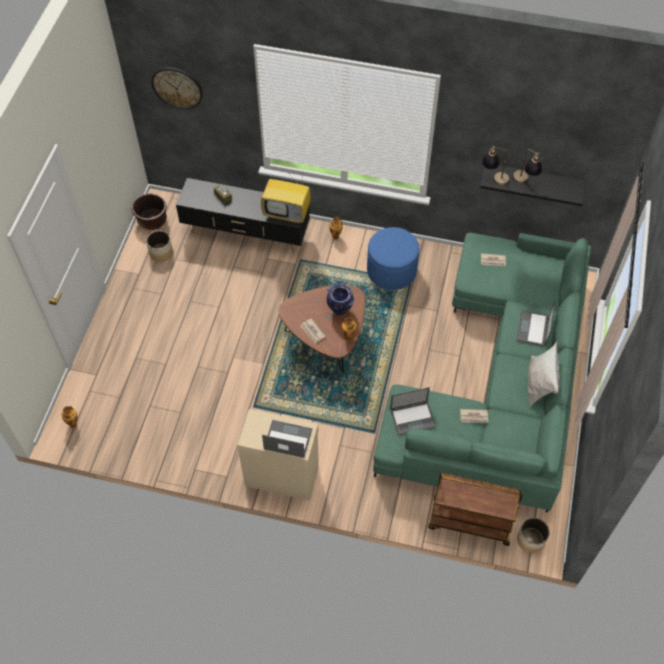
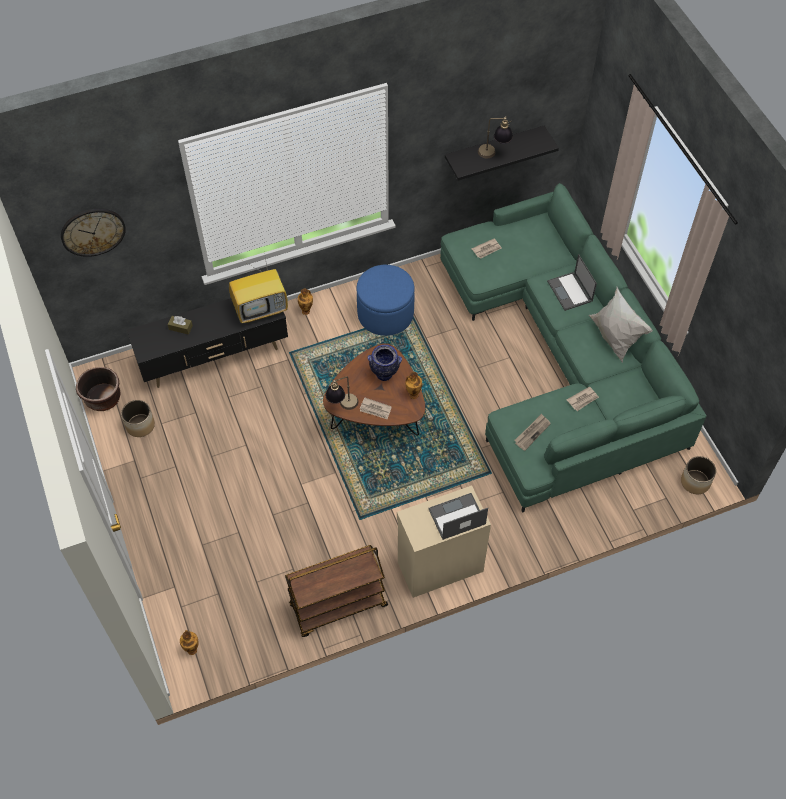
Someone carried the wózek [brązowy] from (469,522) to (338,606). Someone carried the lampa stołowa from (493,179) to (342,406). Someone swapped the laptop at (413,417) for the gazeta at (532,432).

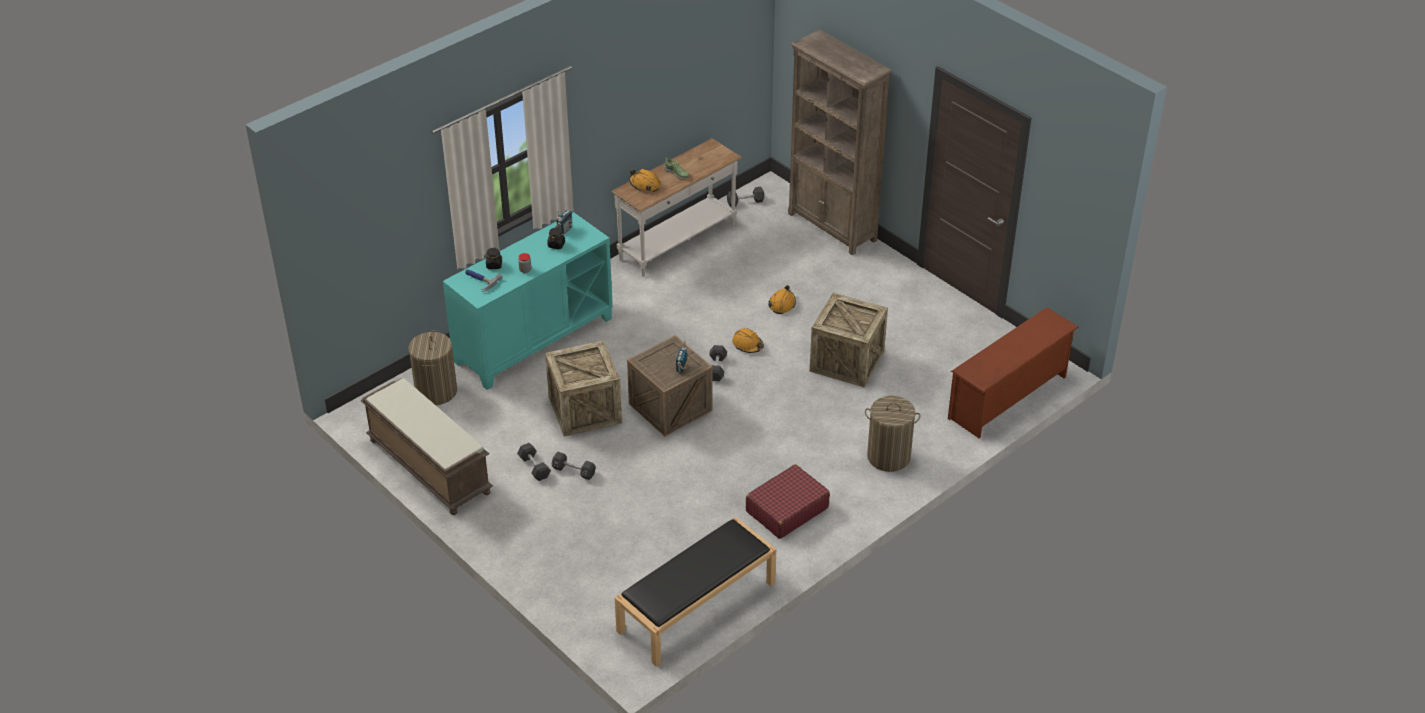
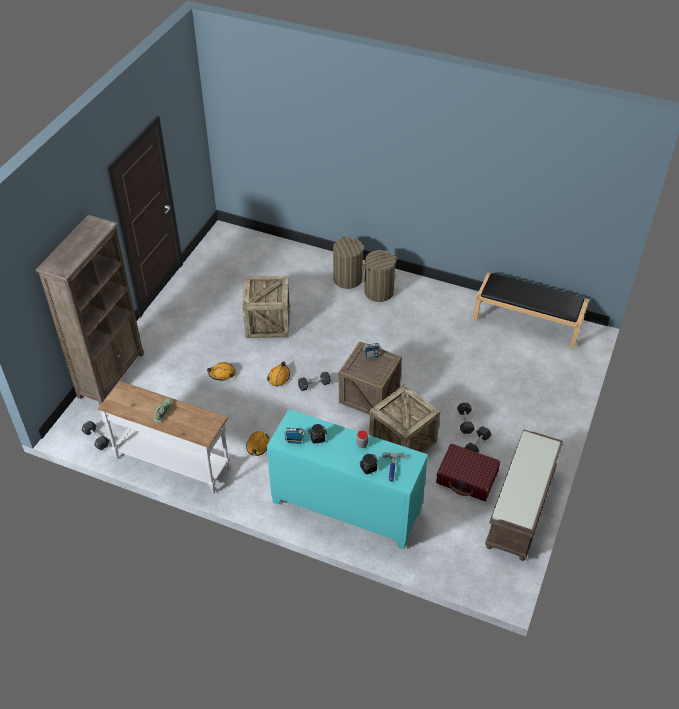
Someone took away the regał na buty [brązowy] at (1008,398). Someone carried the kosz na pranie from (436,391) to (379,292). Someone carried the kask [pomarańczowy] from (645,184) to (257,446). Someone carried the walizka [czerwony] from (786,509) to (467,478).

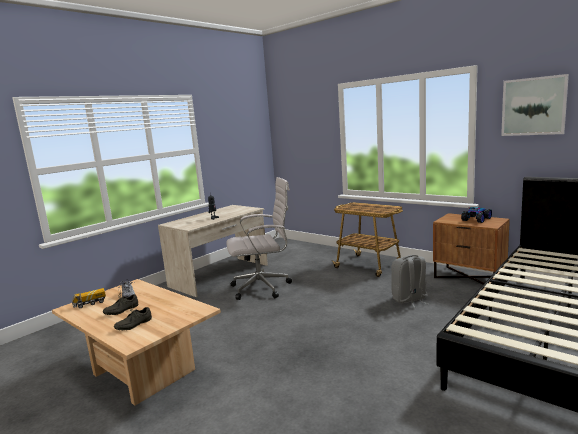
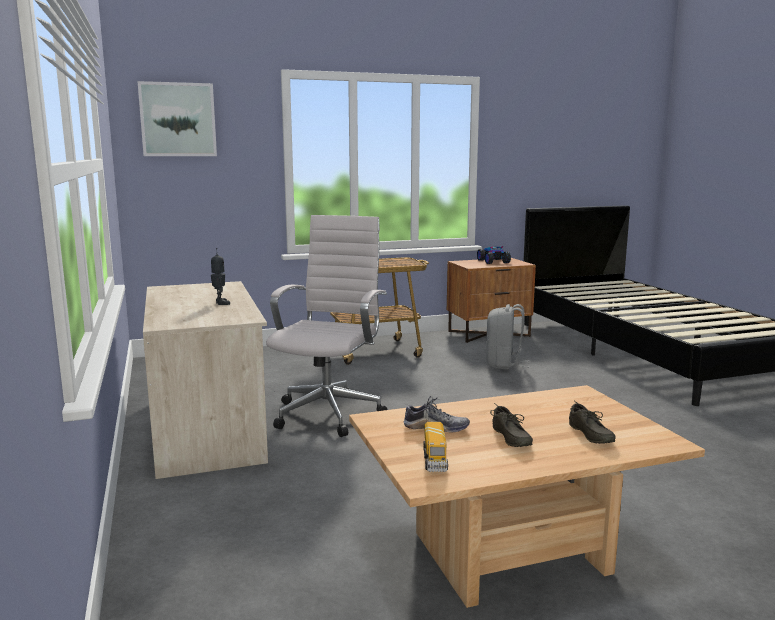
Someone carried the obraz from (533,106) to (178,119).

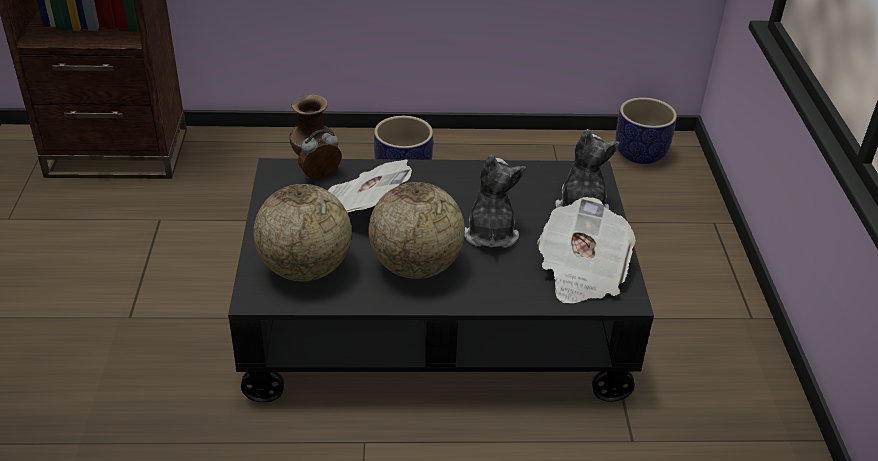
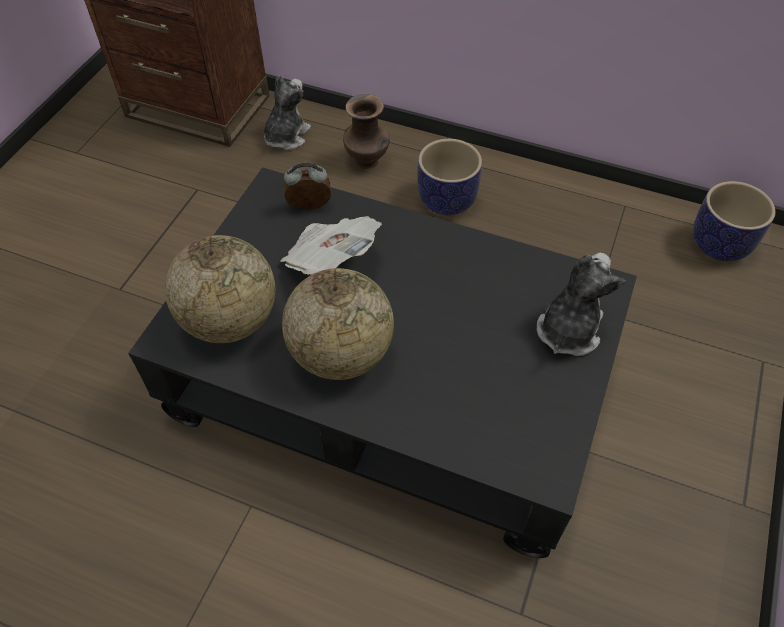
Someone took away the gazeta at (581,272). Someone carried the pluszak from (490,233) to (286,136).

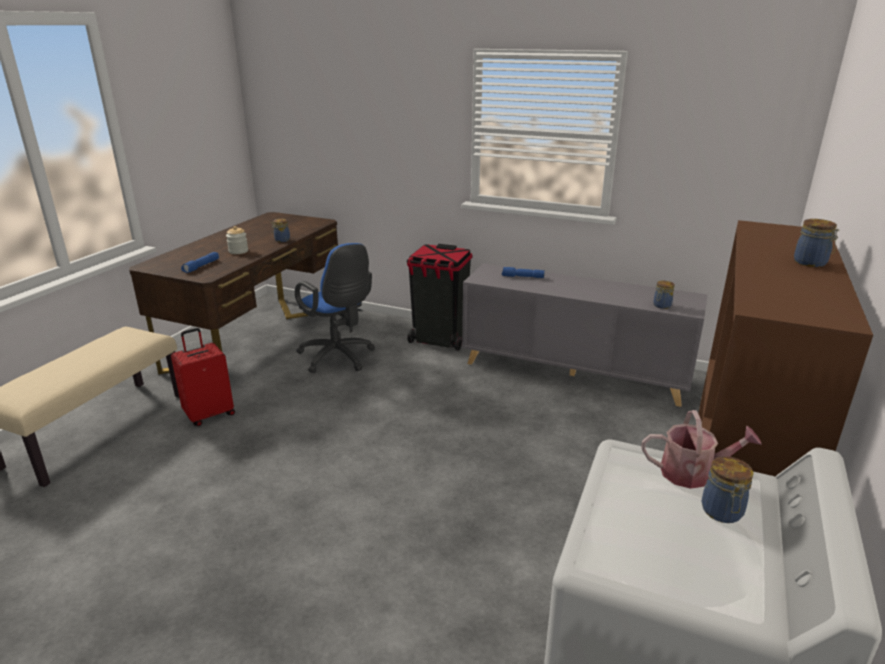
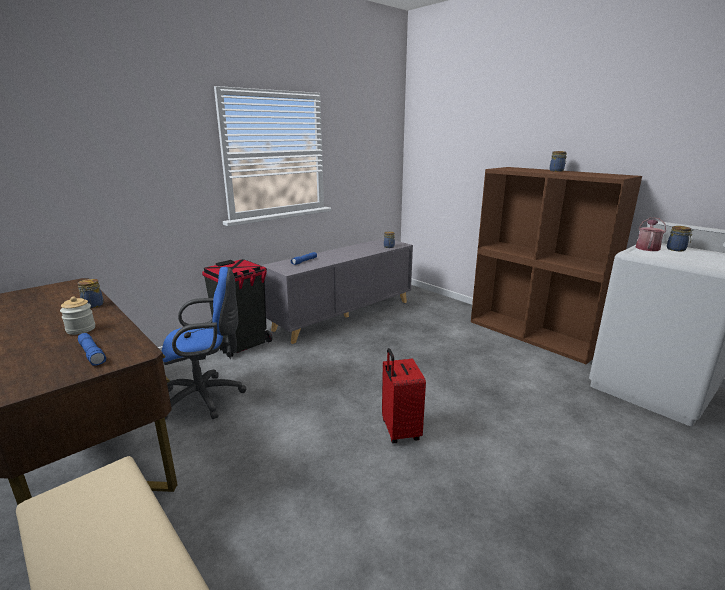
Someone carried the walizka [czerwony] from (209,414) to (399,431).

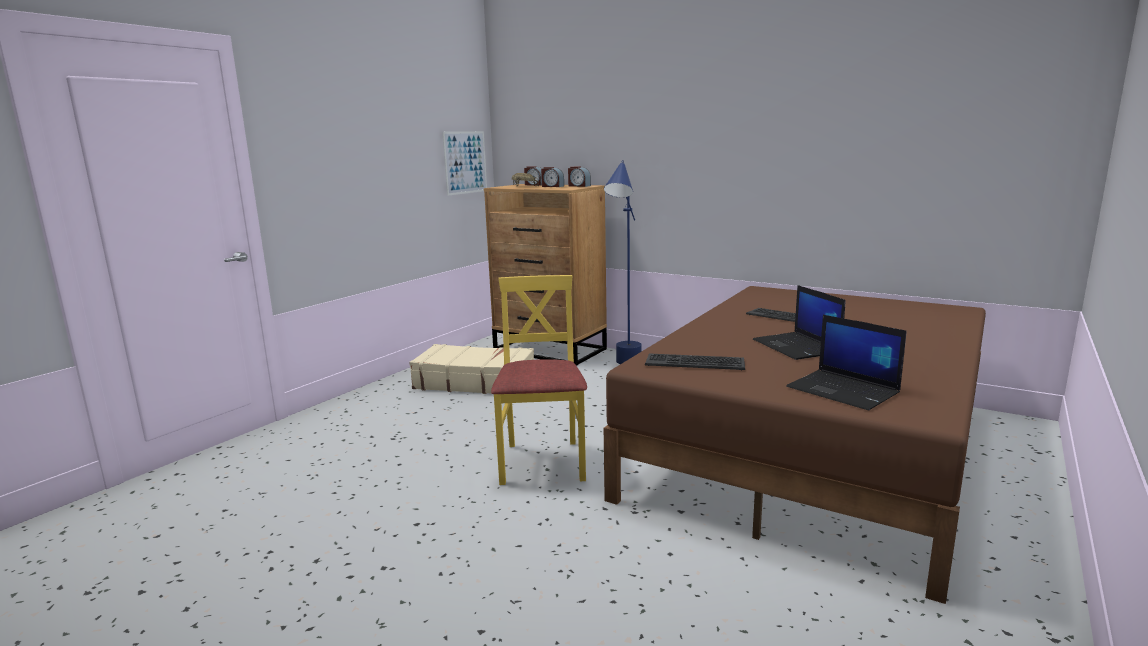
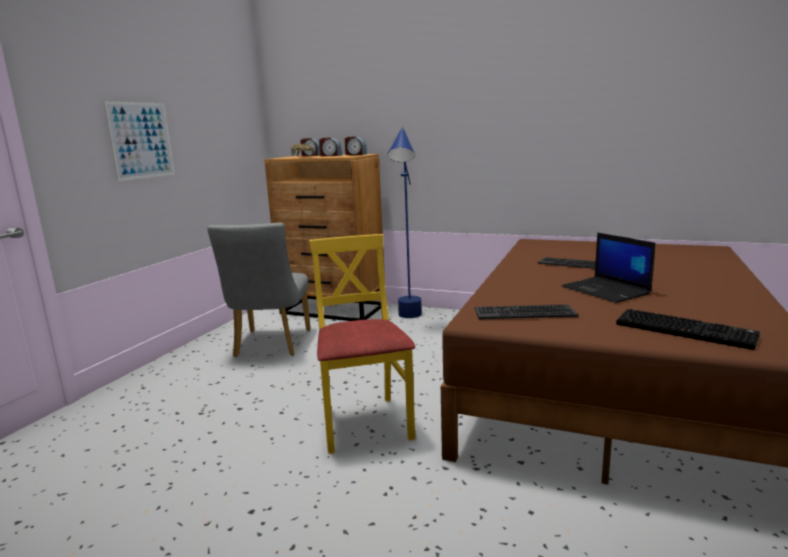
Someone carried the obraz from (465,162) to (141,140). Someone swapped the walizka [beżowy] at (475,382) for the krzesło [szary] at (270,345). Someone swapped the laptop at (844,390) for the klawiatura at (686,330).

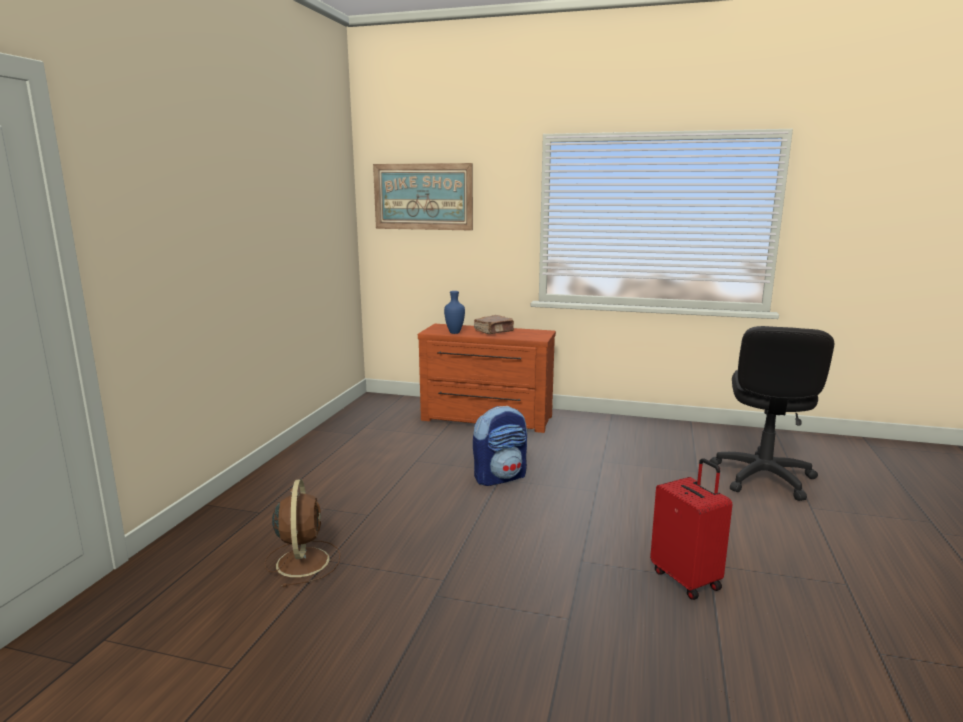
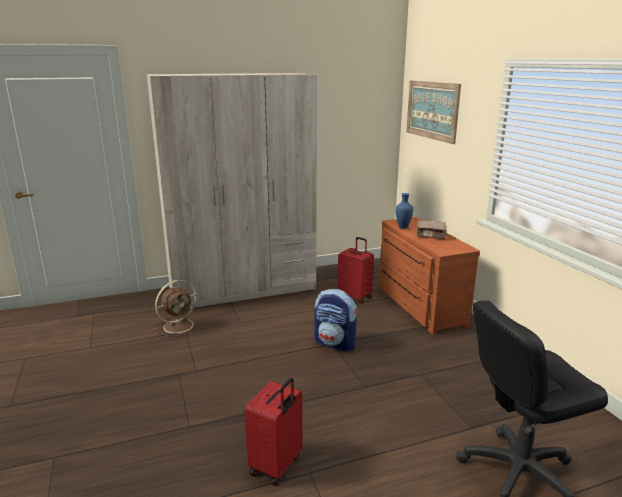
Someone put down the szafa [beżowy] at (243,289). Someone put down the walizka [czerwony] at (355,297).

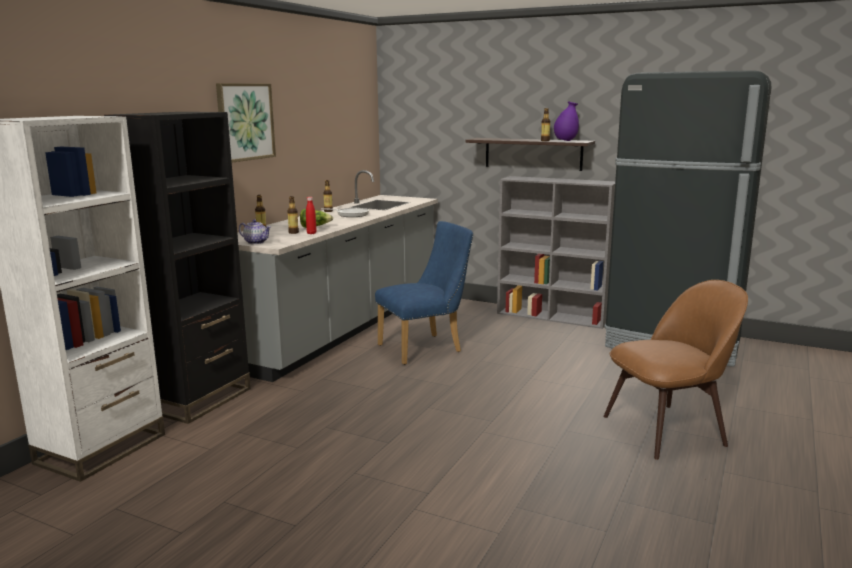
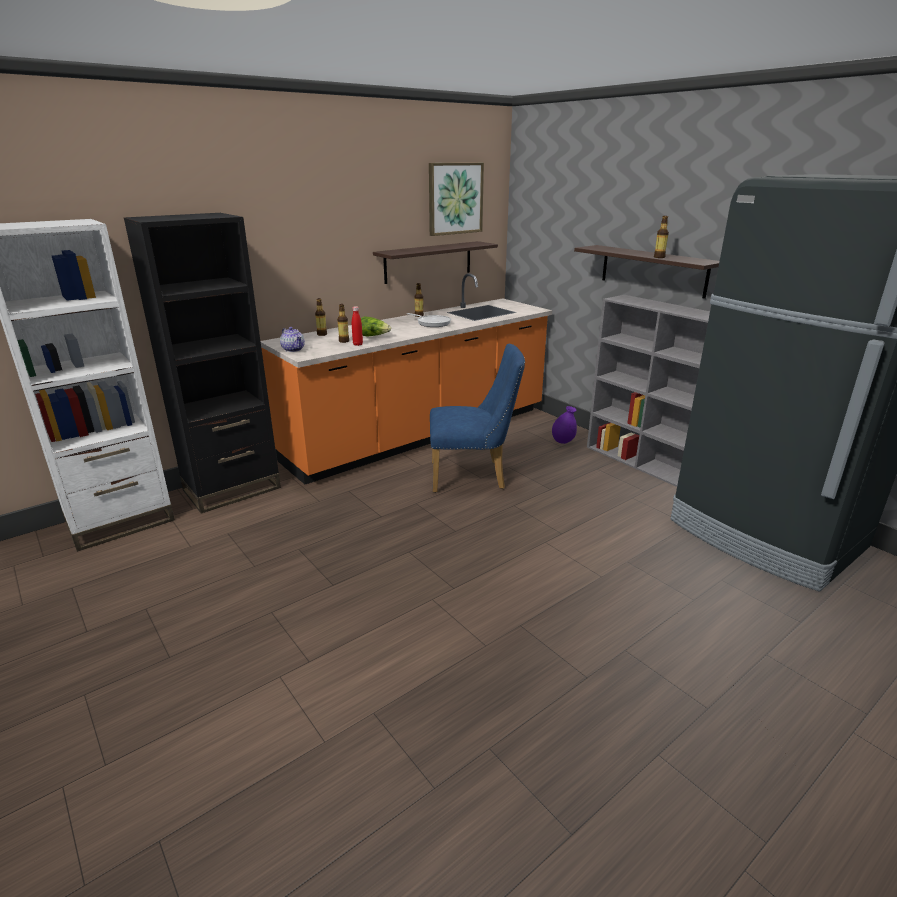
Someone took away the krzesło [brązowy] at (668,429). Someone put up the półka at (428,262). Someone carried the obraz from (245,122) to (455,198). Someone carried the wazon [fioletowy] from (565,140) to (563,441). Someone repainted the zabudowa kuchenna [szary] at (344,328), which became the zabudowa kuchenna [pomarańczowy] at (421,435).

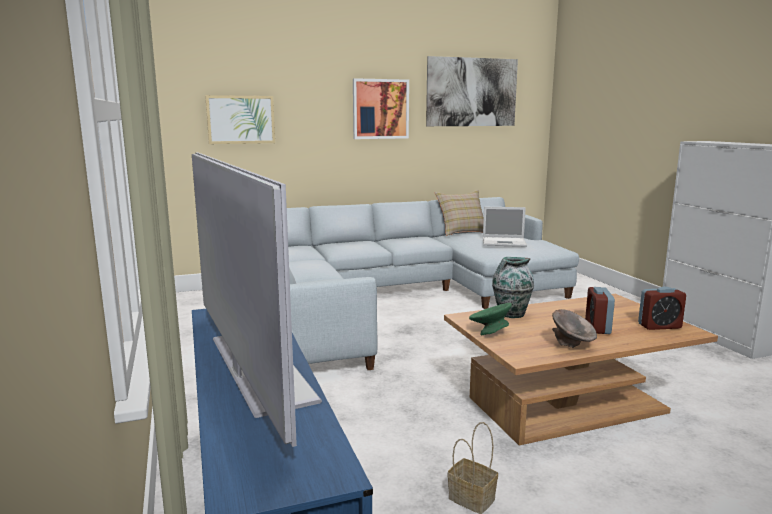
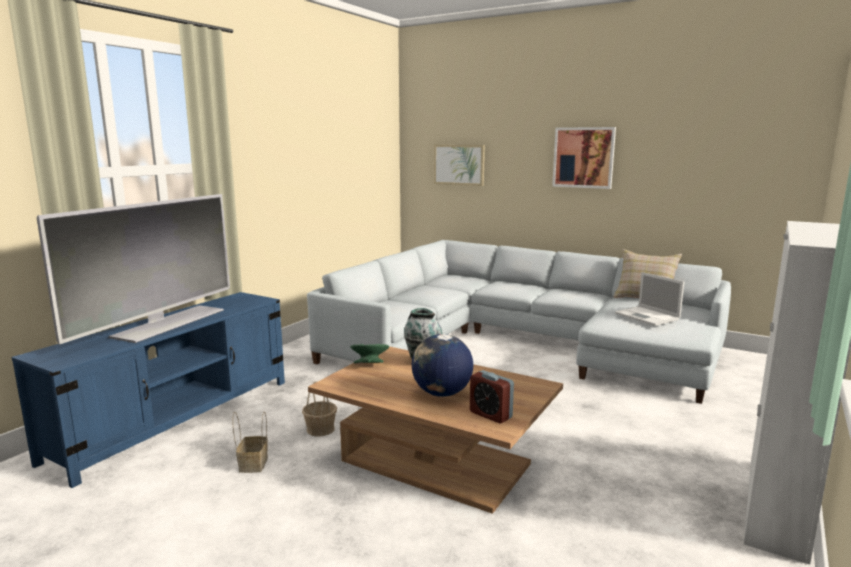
Someone took away the obraz at (472,92). Someone took away the miska [szary] at (572,346). Someone put down the koszyk at (320,429). Someone swapped the budzik at (597,328) for the globus at (441,393).

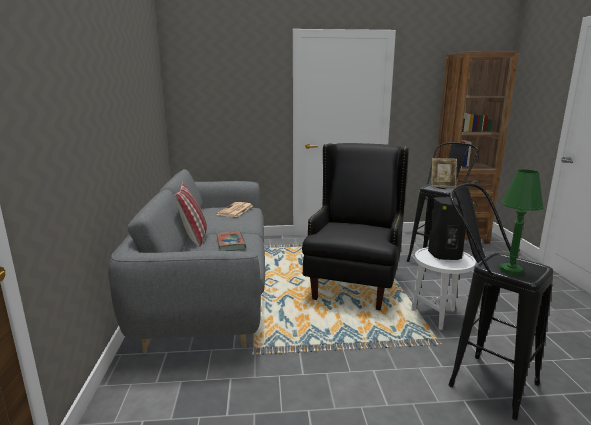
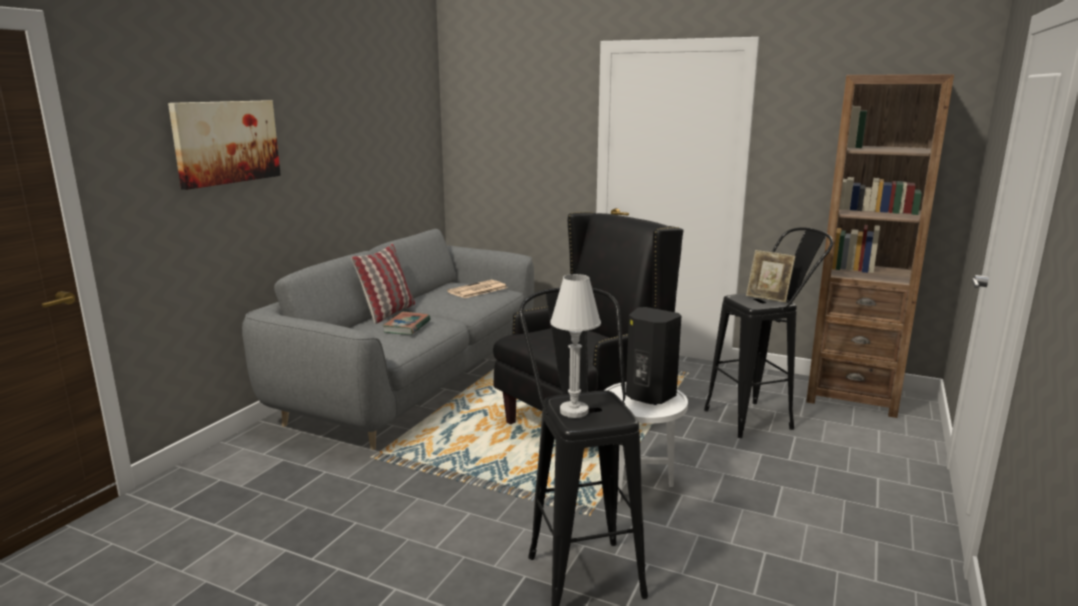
Someone put up the obraz at (226,142). Someone repainted the lampa stołowa [zielony] at (510,270), which became the lampa stołowa [biały] at (574,411).

